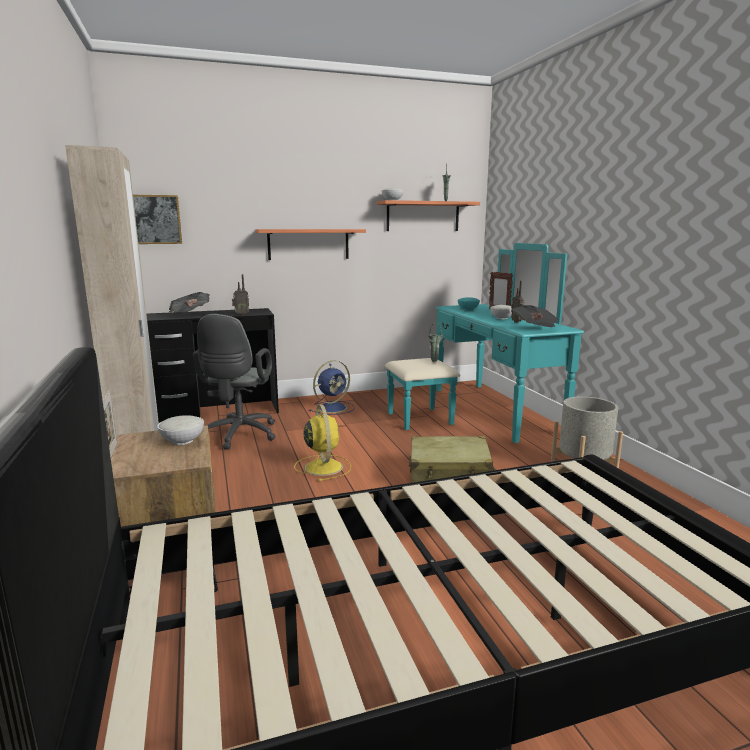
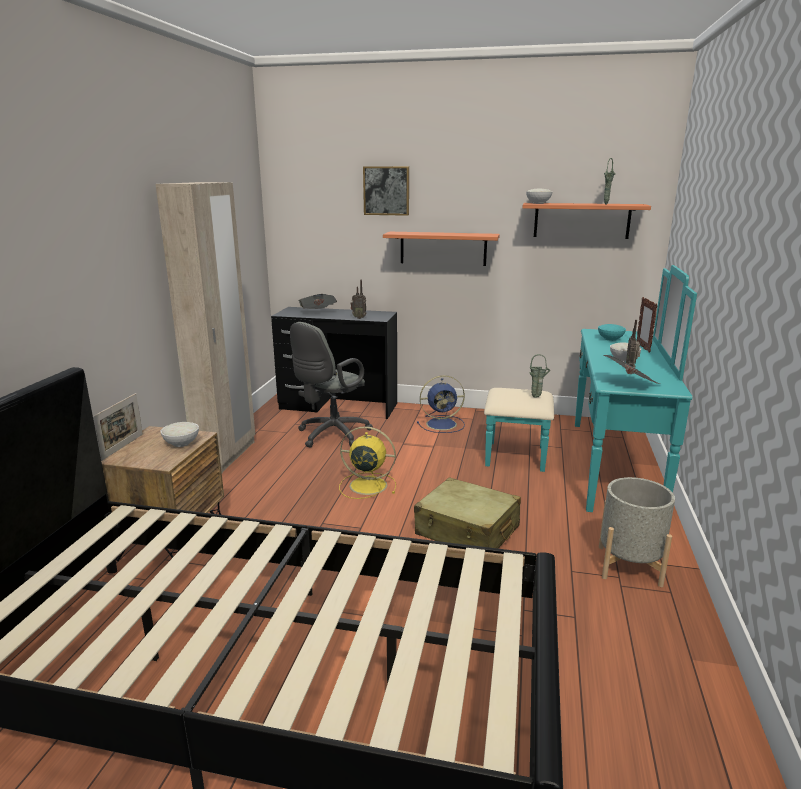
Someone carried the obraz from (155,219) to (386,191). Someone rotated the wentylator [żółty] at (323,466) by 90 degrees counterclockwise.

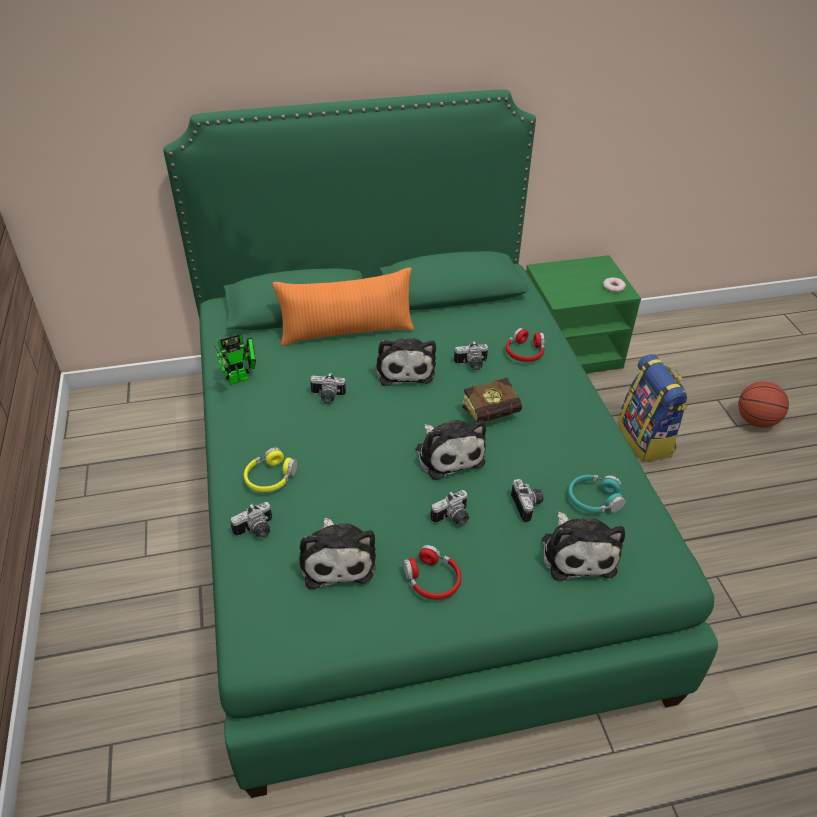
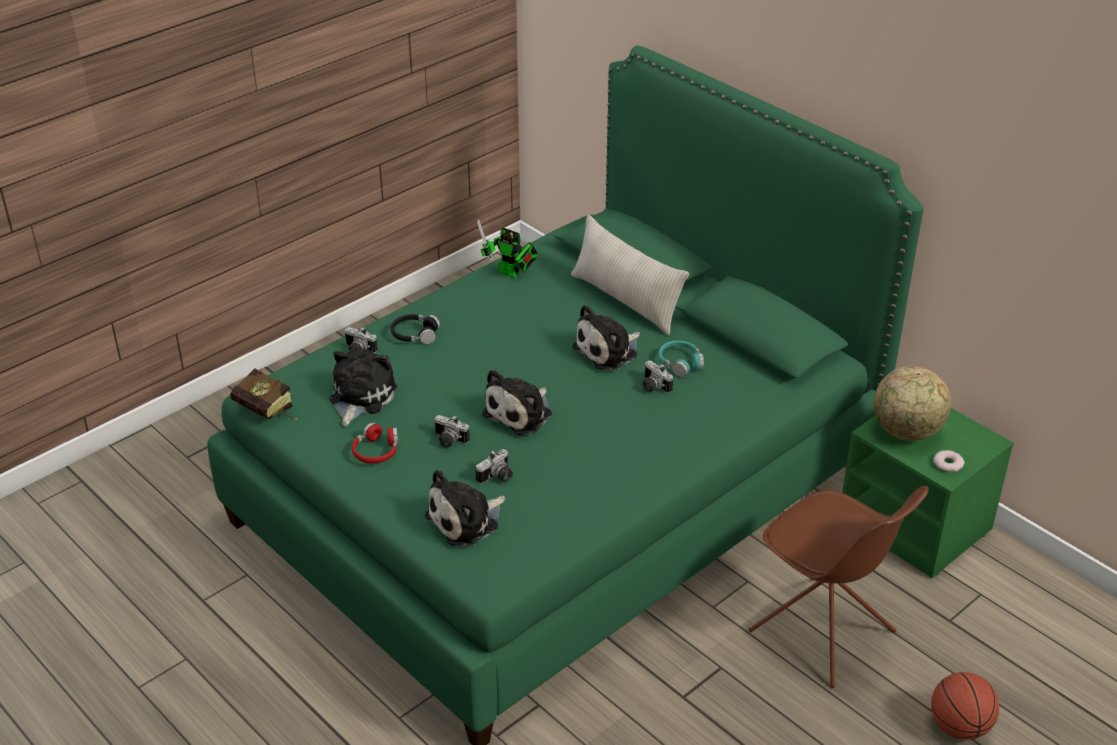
Someone took away the aparat fotograficzny at (327,397). Someone took away the słuchawki [czerwony] at (525,352). Someone put down the globus at (907,432). Someone carried the książka from (496,413) to (268,412). Someone carried the słuchawki [turkusowy] from (594,499) to (680,363). Someone swapped the plecak at (646,439) for the krzesło [brązowy] at (824,633). Someone repainted the słuchawki [żółty] at (270,477), which became the słuchawki [czarny] at (414,334). Someone repainted the poduszka [pomarańczowy] at (347,332), which became the poduszka [beżowy] at (626,300). Someone rotated the pluszak at (337,558) by 150 degrees clockwise.

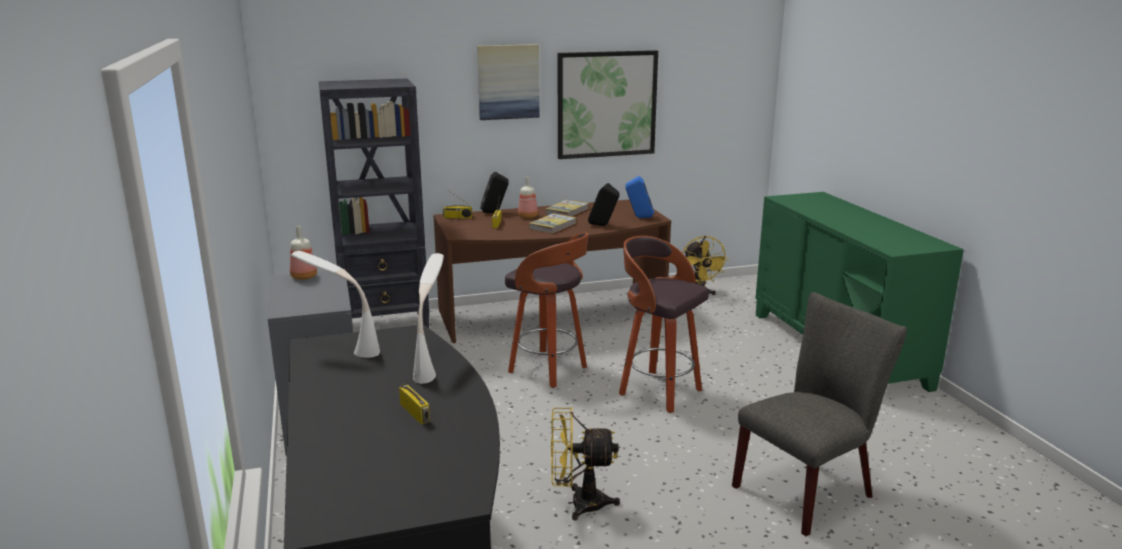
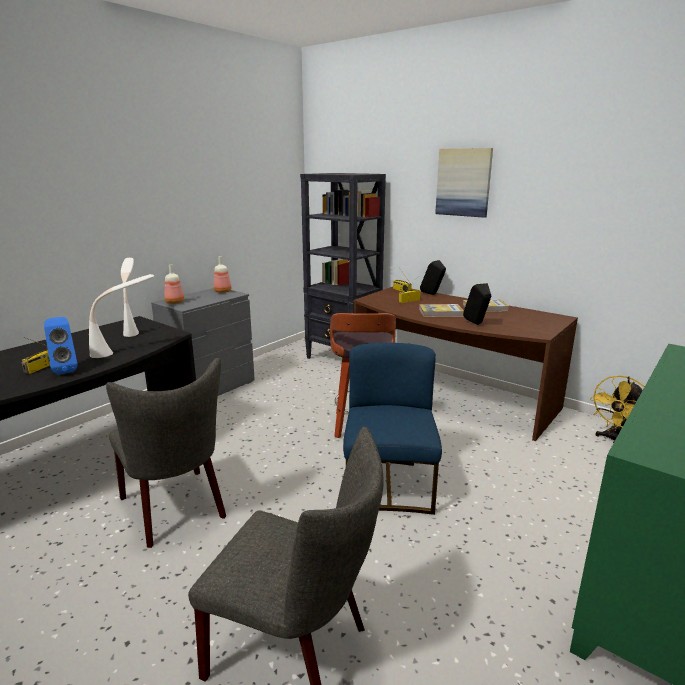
Someone took away the obraz at (606,104). Someone carried the butelka from (528,217) to (175,302). Someone carried the głośnik [niebieski] from (639,217) to (65,370). Someone swapped the wentylator [żółty] at (578,503) for the krzesło [szary] at (176,510). Someone swapped the stołek at (658,392) for the krzesło [niebieski] at (389,485).

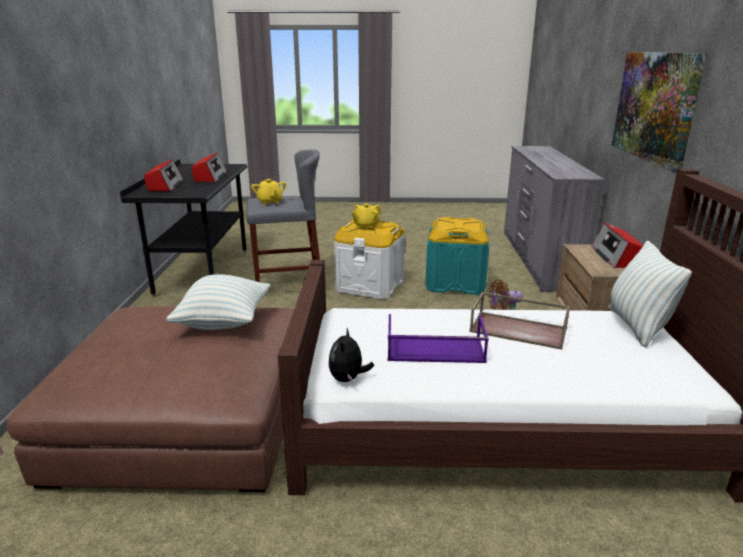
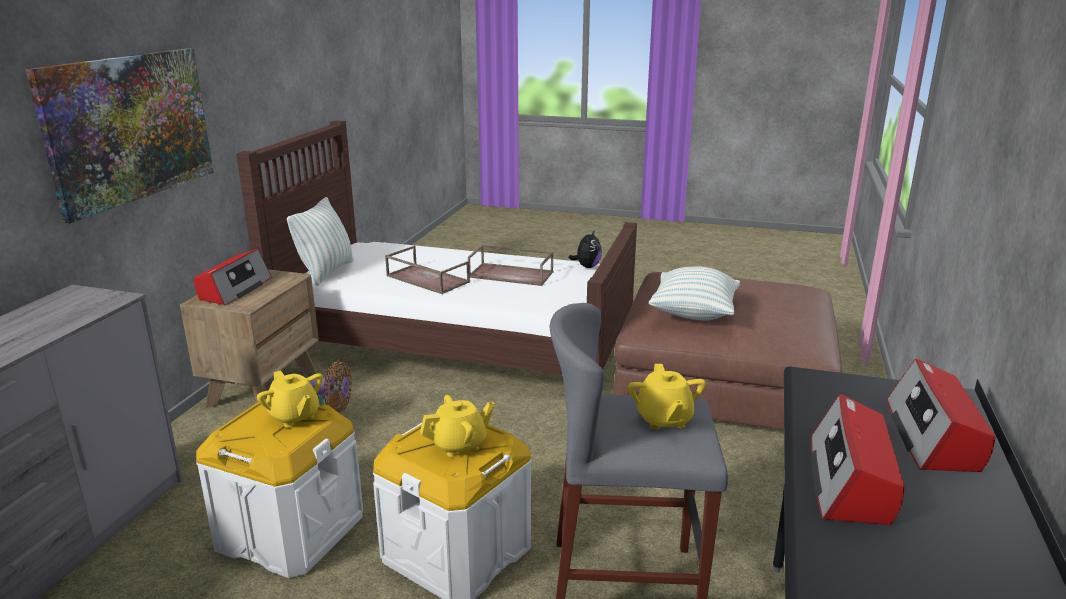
Someone put down the imbryk [żółty] at (294,416). Someone repainted the taca [fioletowy] at (434,350), which became the taca [brązowy] at (512,274). Someone repainted the pojemnik do przechowywania [turkusowy] at (455,283), which became the pojemnik do przechowywania [biały] at (290,531).

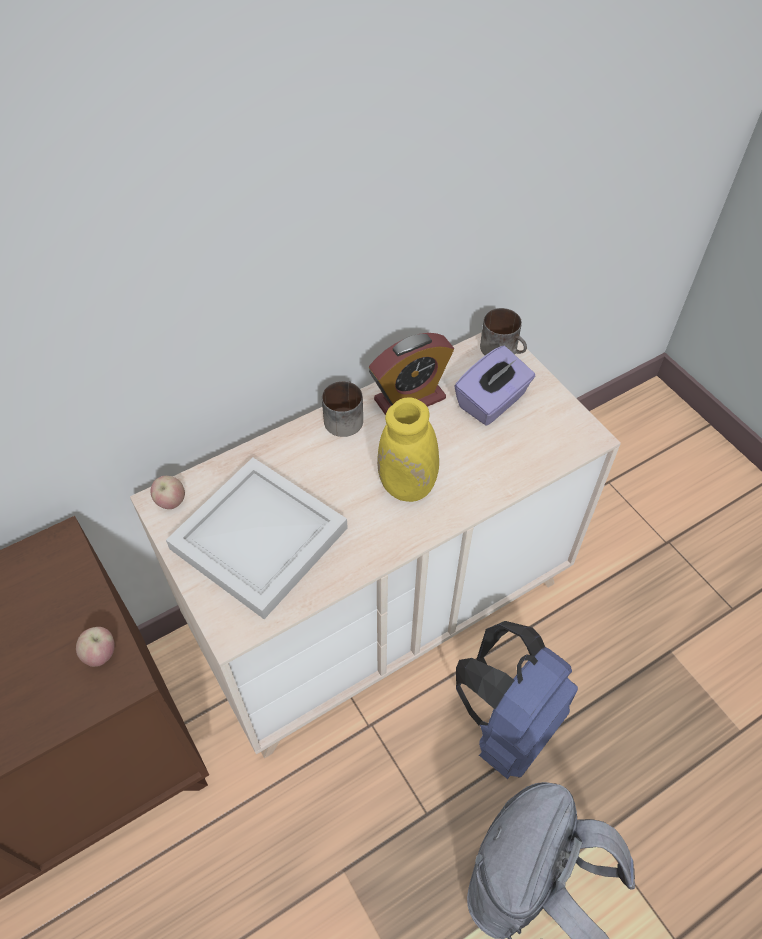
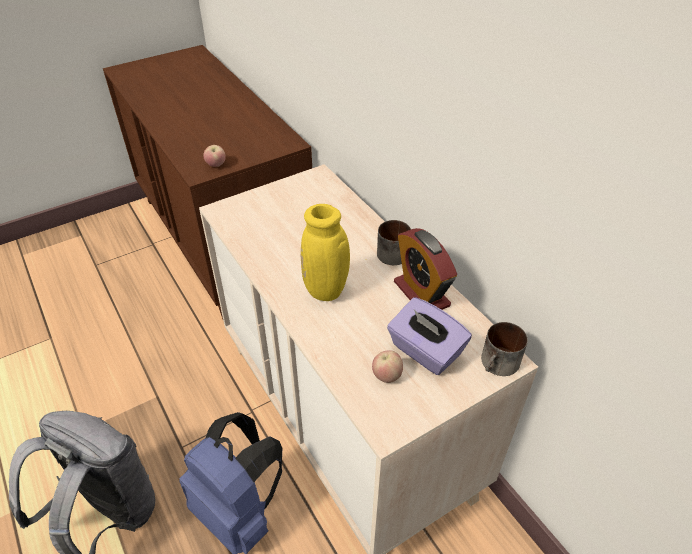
Someone took away the taca [biały] at (256,539). Someone carried the jabłko from (171,502) to (387,376).

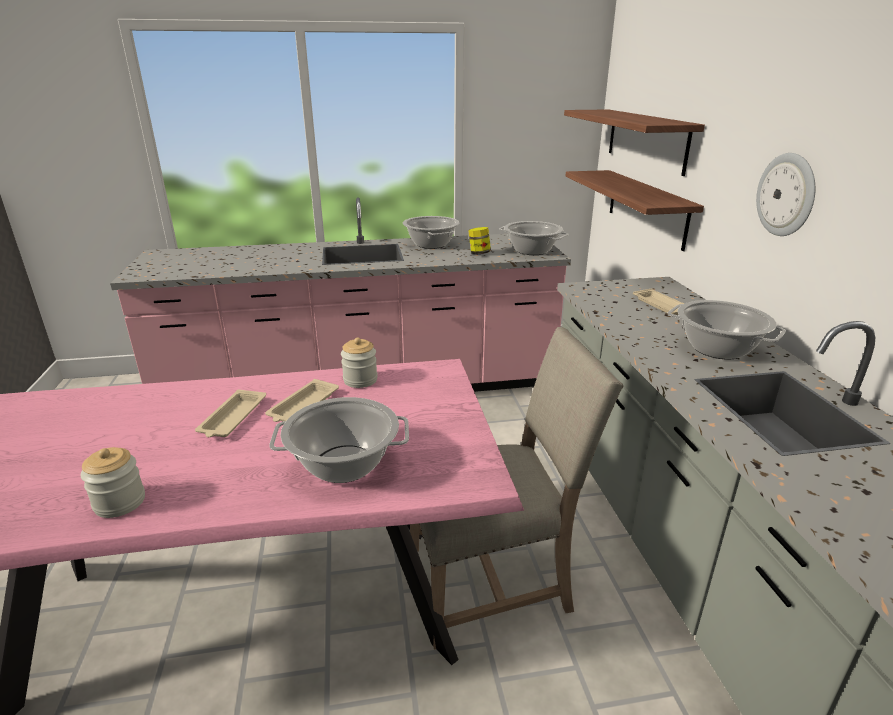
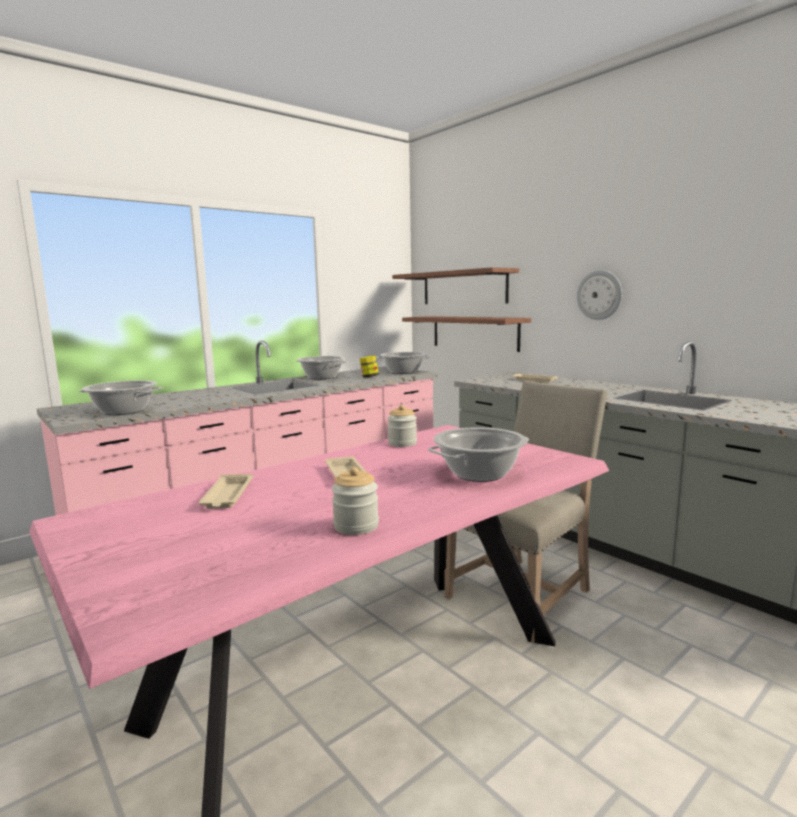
Someone carried the taca [beżowy] from (303,406) to (227,496). Someone carried the garnek from (717,349) to (123,411).

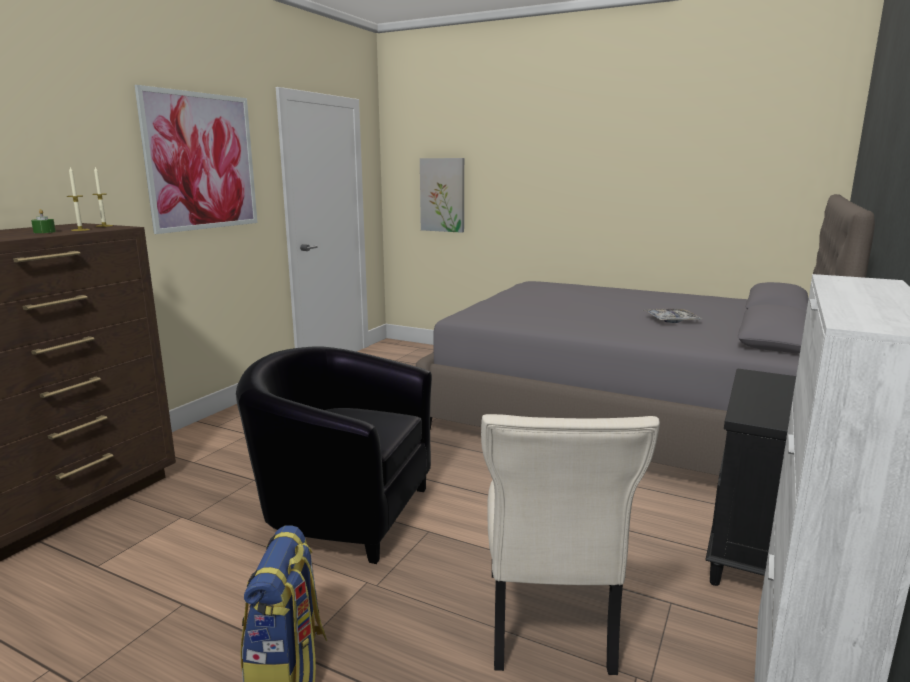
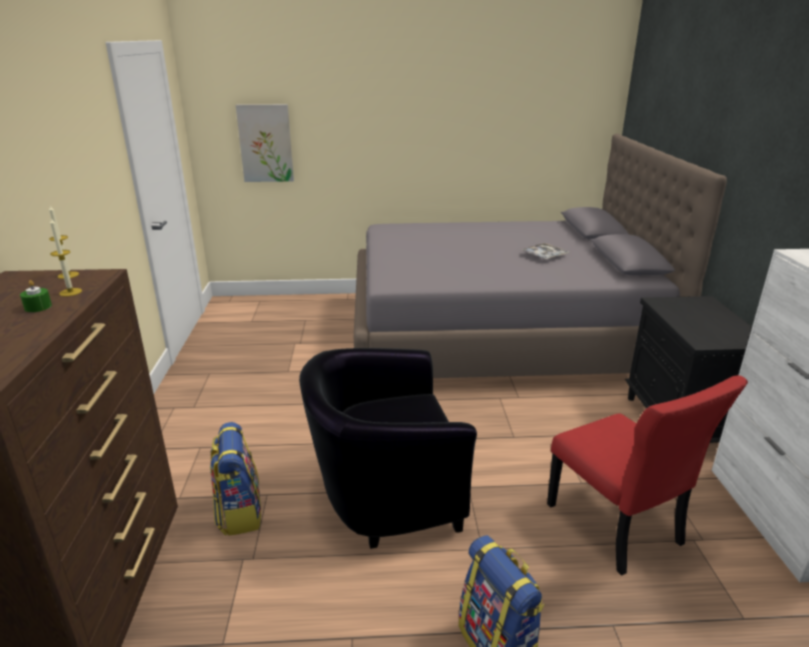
Someone took away the obraz at (201,162). Someone put down the plecak at (239,512). Someone repainted the krzesło [beżowy] at (548,625), which became the krzesło [czerwony] at (617,527).

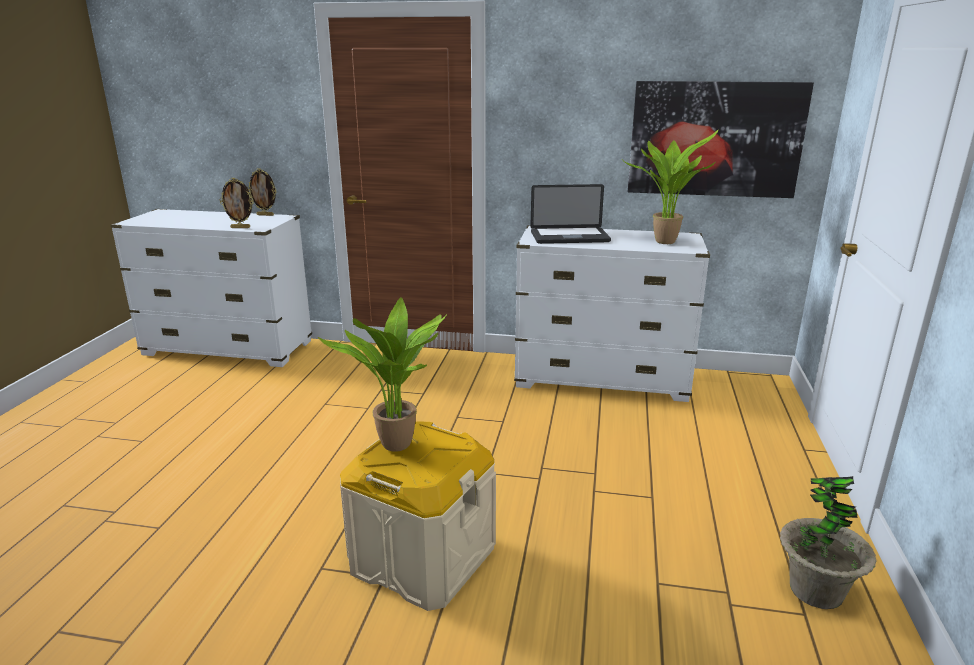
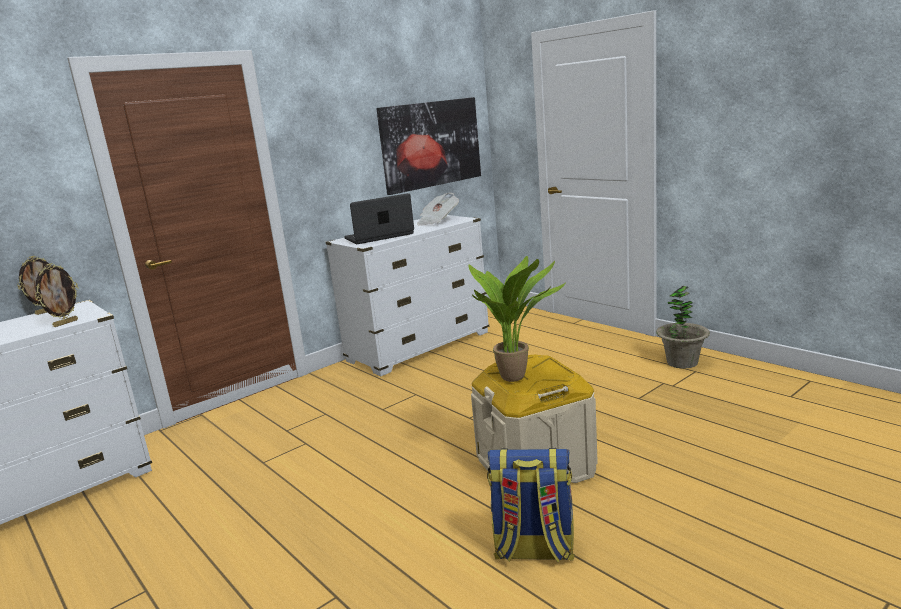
Someone put down the plecak at (533,550). Someone swapped the roślina doniczkowa at (665,241) for the gazeta at (437,221). Someone rotated the laptop at (569,237) by 150 degrees counterclockwise.

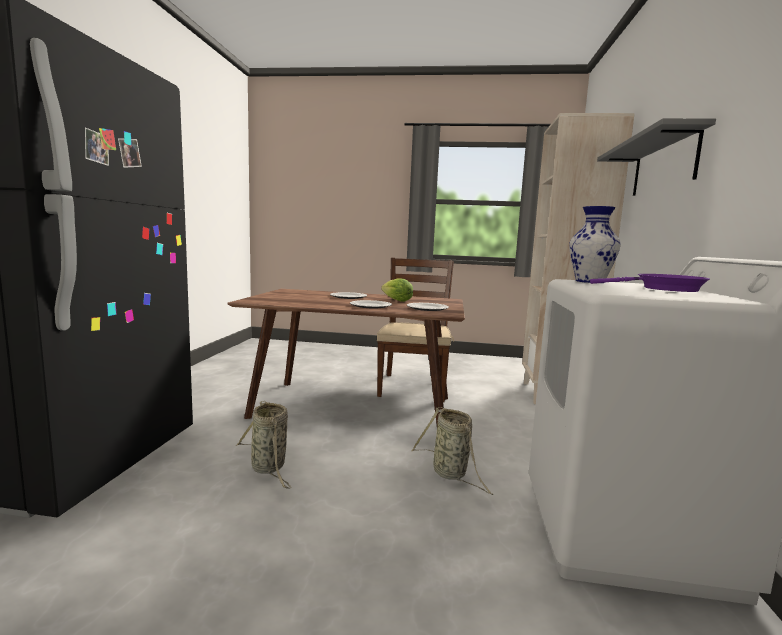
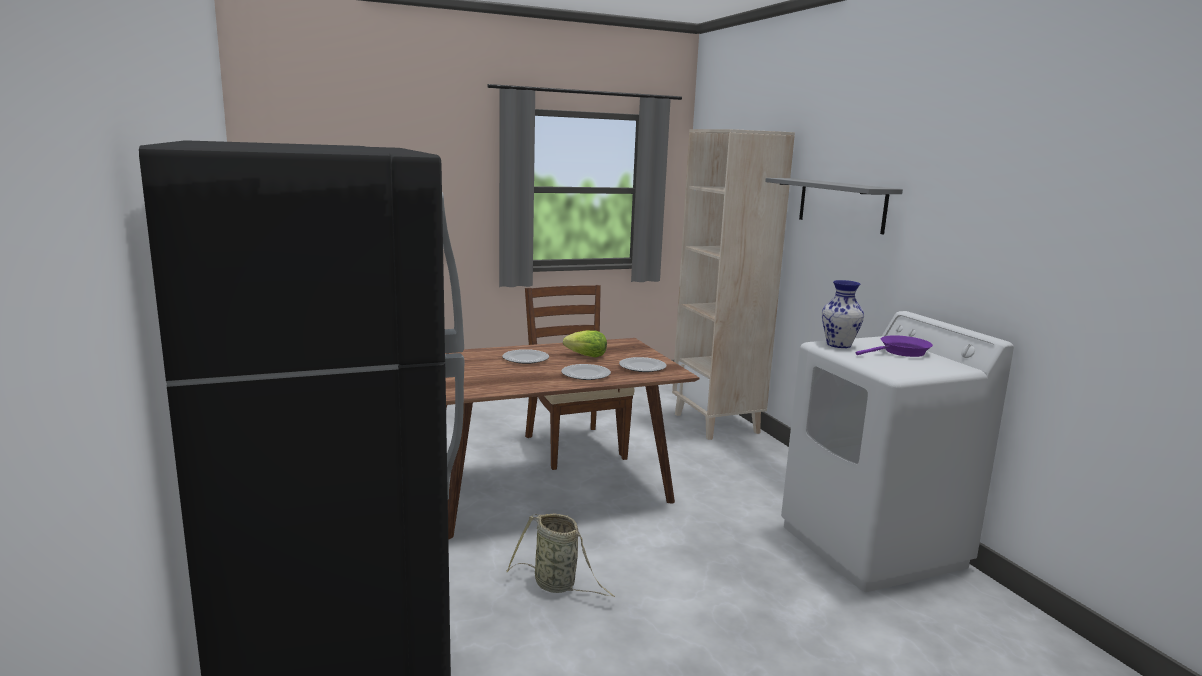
Someone took away the koszyk at (451,474).

